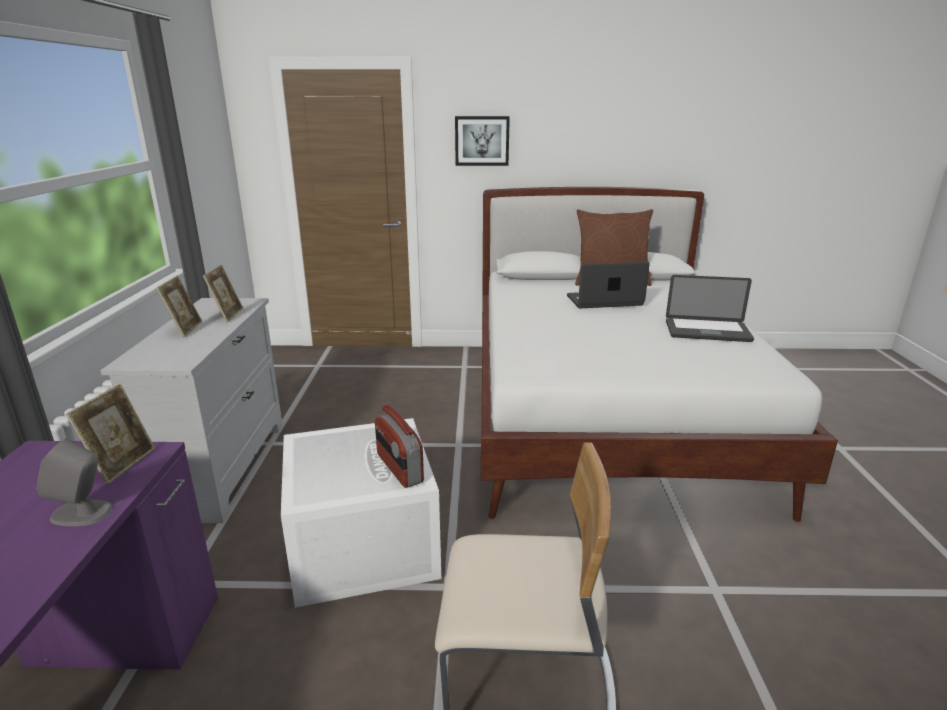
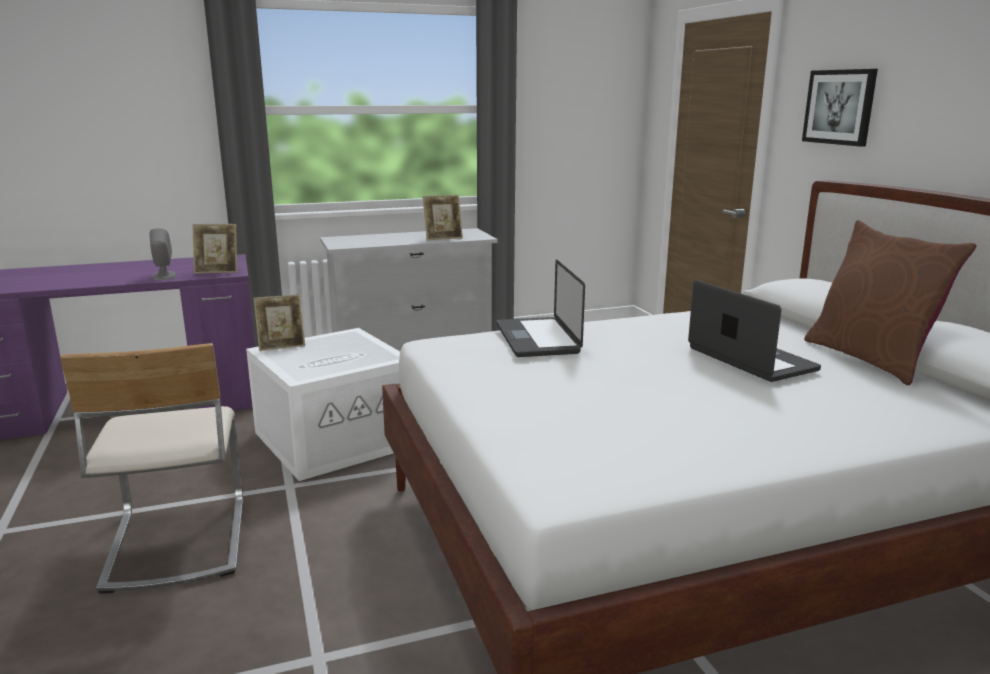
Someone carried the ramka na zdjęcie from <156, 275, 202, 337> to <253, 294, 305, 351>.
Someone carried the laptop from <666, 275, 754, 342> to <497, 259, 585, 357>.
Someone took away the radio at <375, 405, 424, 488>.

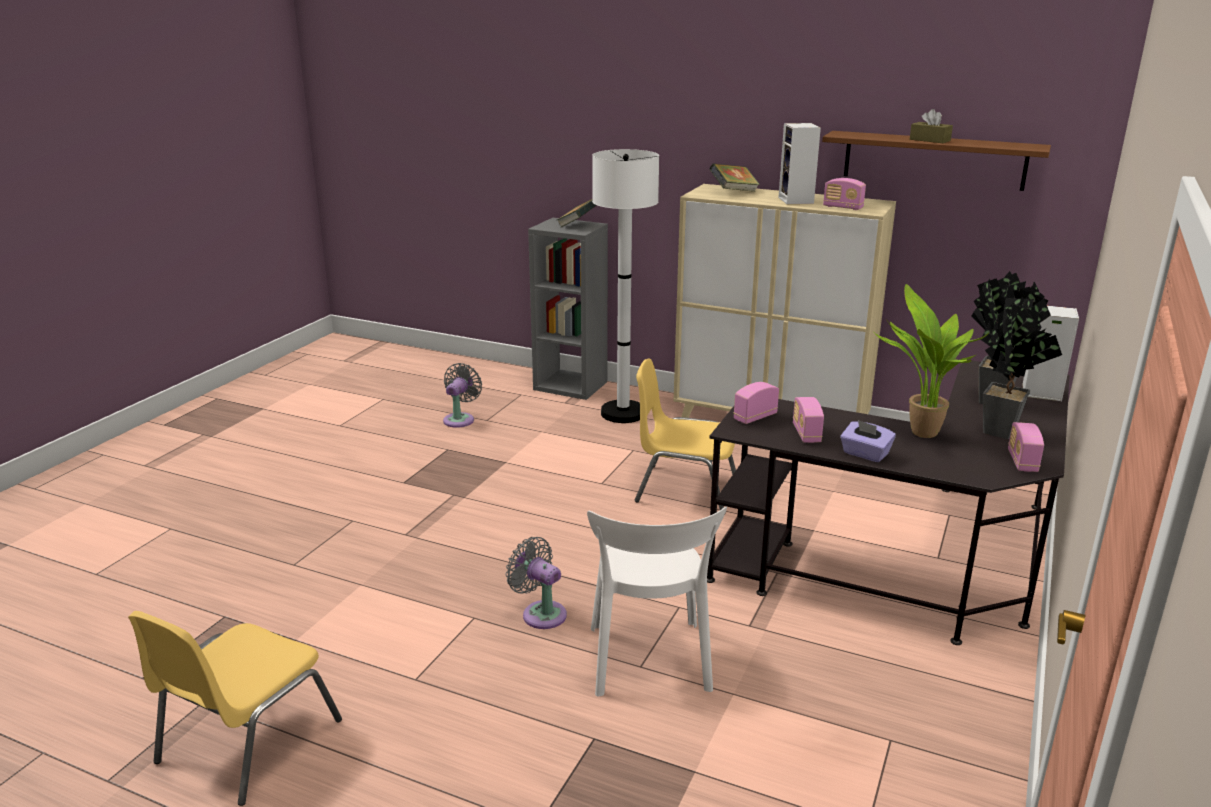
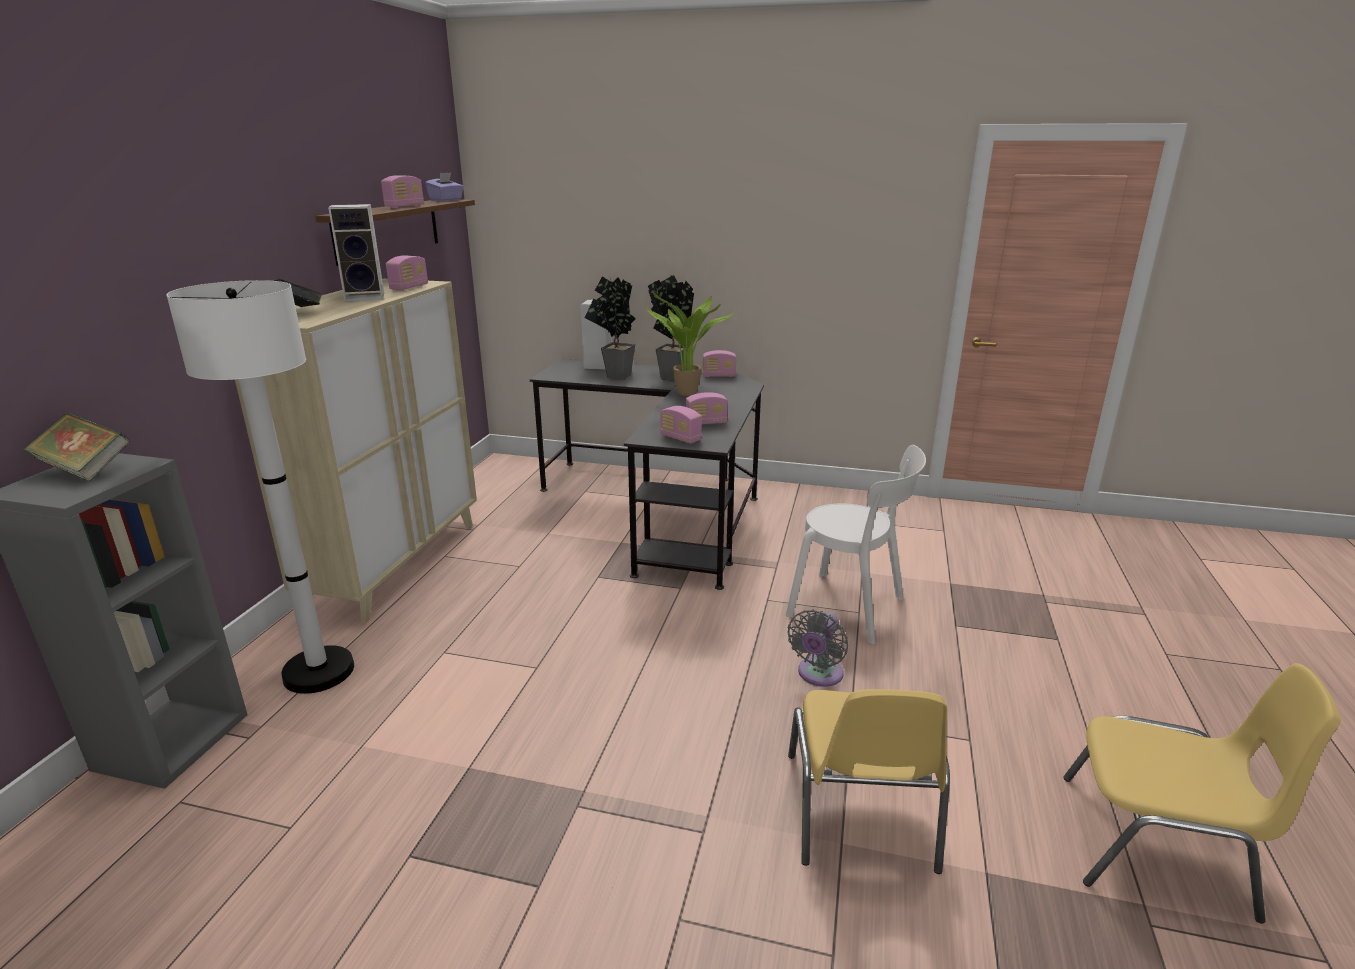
Someone swapped the pudełko chusteczek/brązowy at <910, 109, 953, 143> for the radio at <381, 175, 424, 208>.
Someone carried the pudełko chusteczek/fioletowy from <840, 420, 896, 463> to <425, 173, 464, 201>.
Someone rotated the krzesło/biały at <587, 507, 727, 697> by 45 degrees clockwise.
Someone carried the krzesło/żółty from <635, 358, 736, 514> to <788, 689, 950, 874>.
Someone took away the wentylator/szary at <443, 363, 482, 428>.

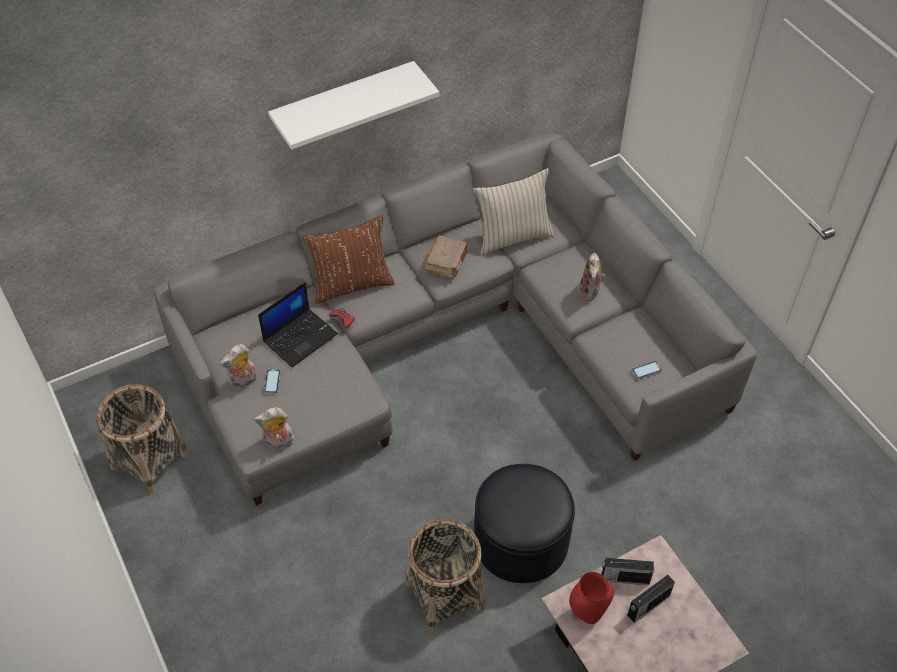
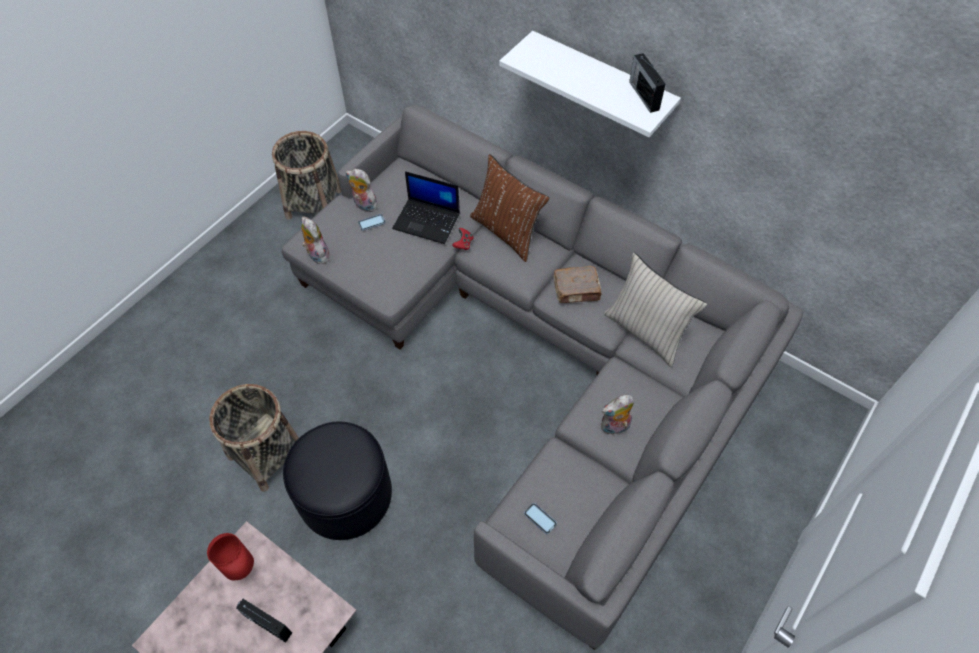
Someone carried the radio from <602, 558, 654, 585> to <629, 53, 666, 113>.

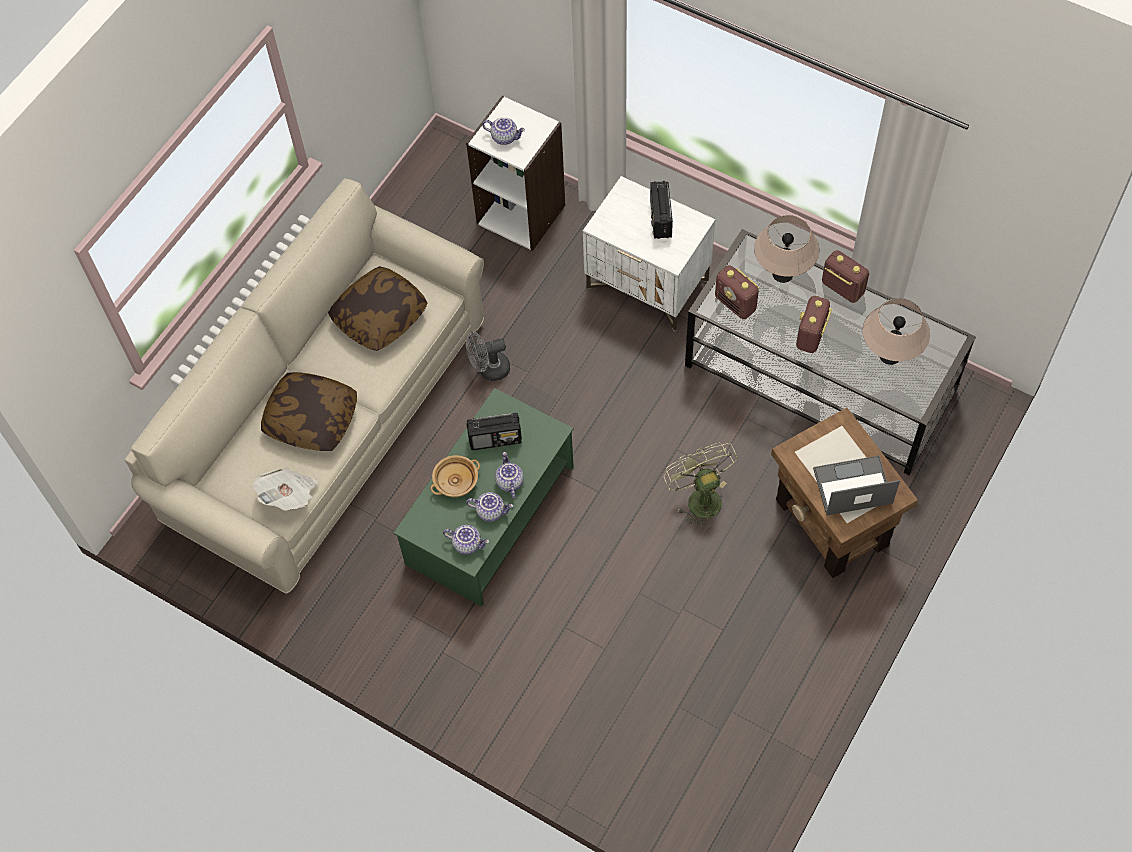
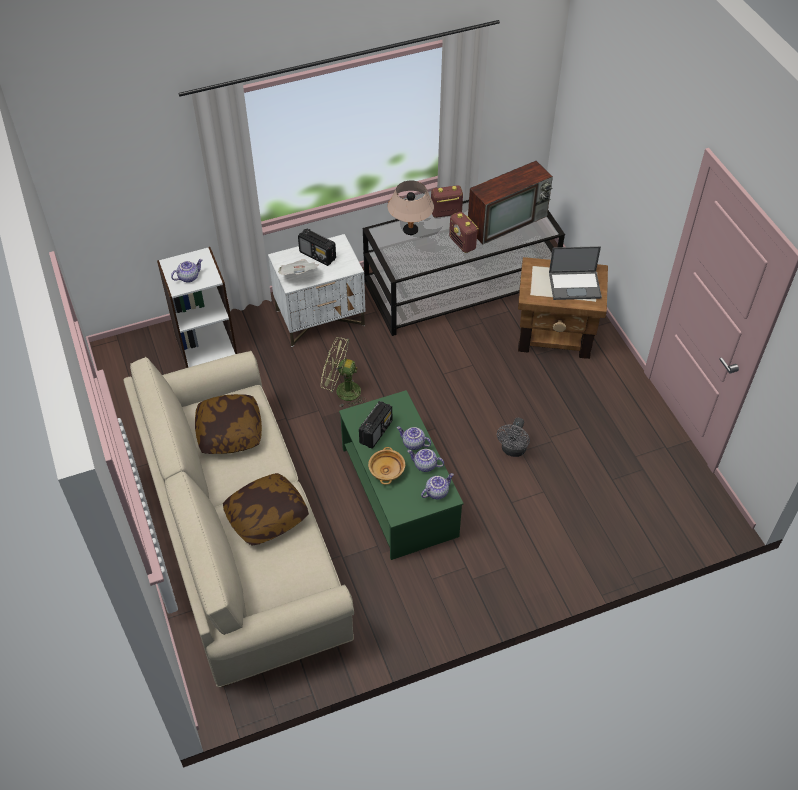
Someone carried the gazeta from <253, 467, 318, 511> to <278, 259, 319, 275>.
Someone carried the wentylator/zielony from <664, 442, 738, 529> to <321, 337, 366, 407>.
Someone rotated the imbryk at <466, 492, 513, 522> by 120 degrees counterclockwise.
Someone swapped the lampa stołowa/beżowy at <863, 298, 930, 365> for the telewizor at <468, 161, 553, 245>.
Someone carried the wentylator/szary from <466, 331, 510, 381> to <497, 418, 530, 457>.
Someone rotated the laptop at <813, 456, 900, 515> by 120 degrees counterclockwise.
Someone took away the radio at <715, 265, 760, 319>.

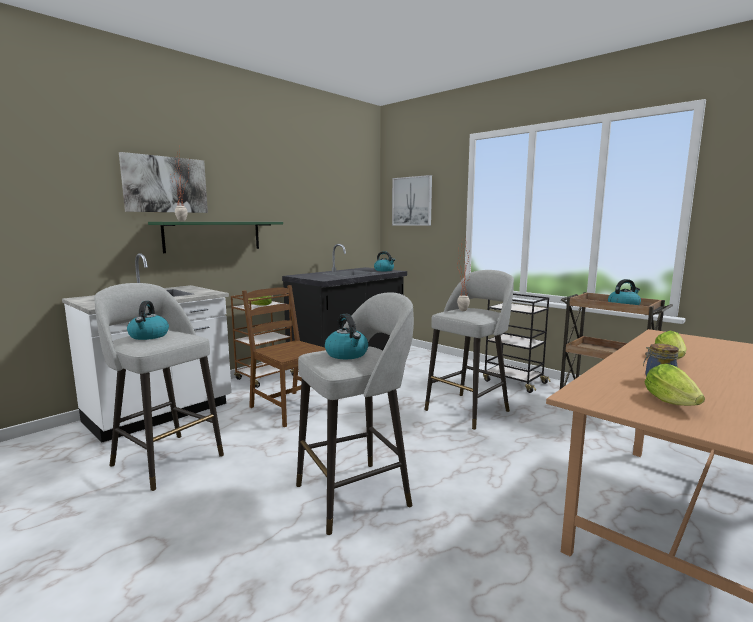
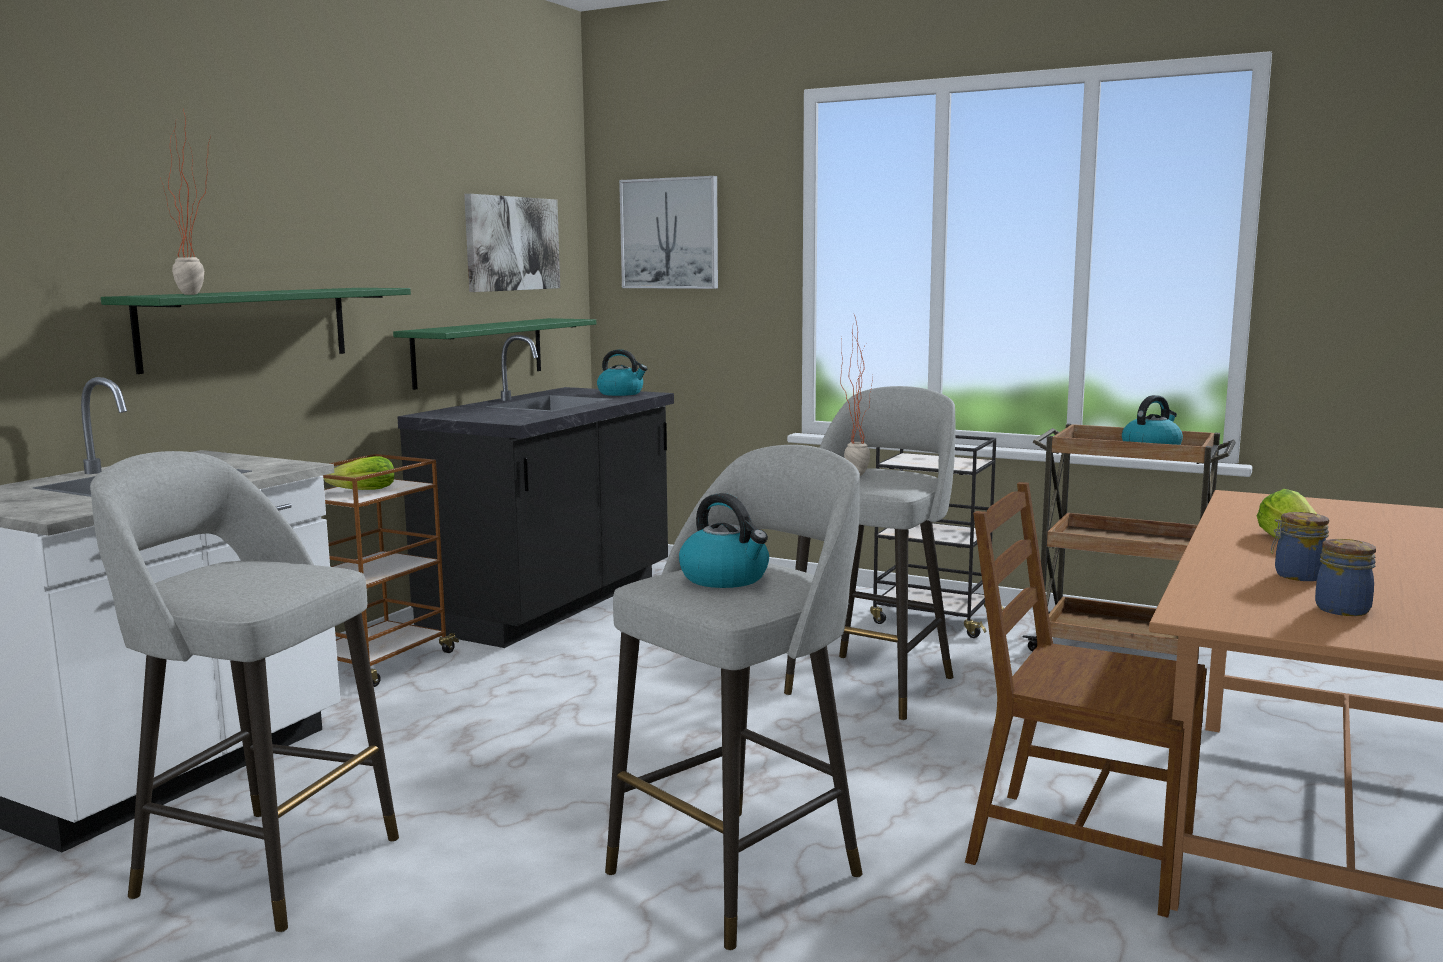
Someone put up the półka/zielony at <393, 318, 596, 390>.
Someone carried the obraz from <119, 152, 208, 213> to <464, 194, 560, 292>.
Someone carried the krzesło/brązowy from <242, 285, 326, 427> to <965, 482, 1207, 918>.
Someone swapped the sałata at <645, 364, 705, 406> for the słoik at <1315, 539, 1376, 616>.
Someone took away the czajnik at <127, 301, 169, 340>.

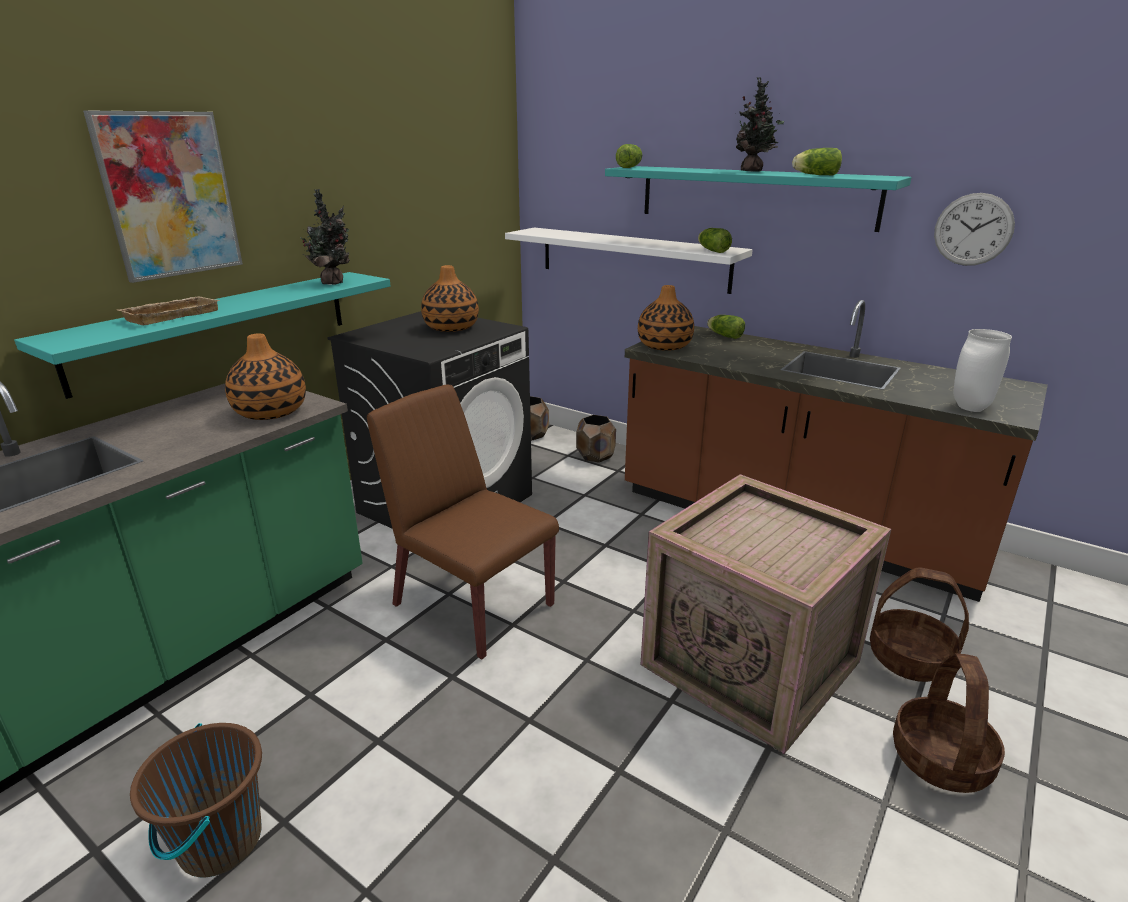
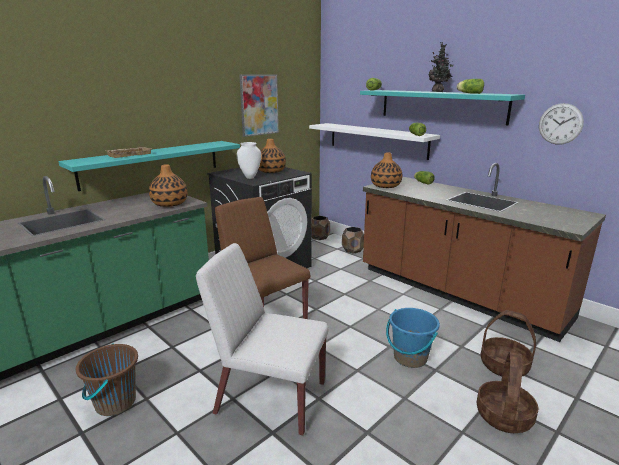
Someone put down the krzesło/biały at <196, 243, 329, 435>.
Someone carried the wazon/biały from <954, 329, 1012, 412> to <237, 142, 261, 179>.
Someone carried the obraz from <83, 110, 243, 283> to <239, 74, 279, 137>.
Someone swapped the skrzynka at <640, 474, 891, 754> for the wiadro/niebieski at <386, 308, 440, 368>.
Someone took away the roślina doniczkowa at <300, 189, 350, 285>.

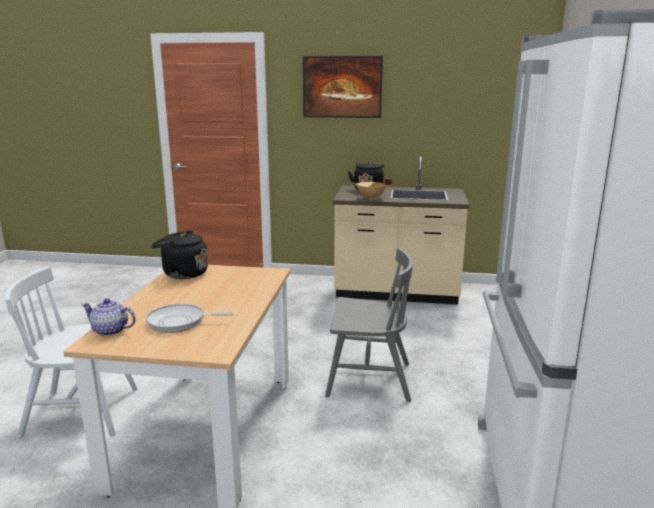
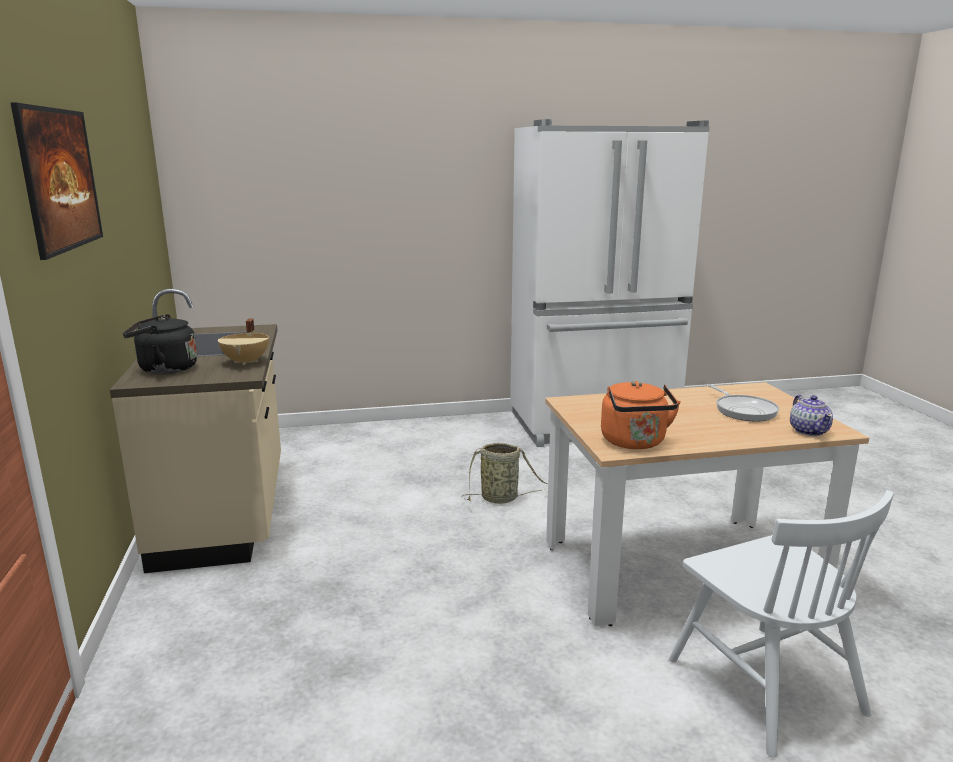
Someone swapped the krzesło/szary at <325, 248, 413, 402> for the koszyk at <462, 443, 547, 504>.
Someone repainted the czajnik/czarny at <151, 230, 208, 279>, which became the czajnik/pomarańczowy at <601, 381, 681, 449>.

